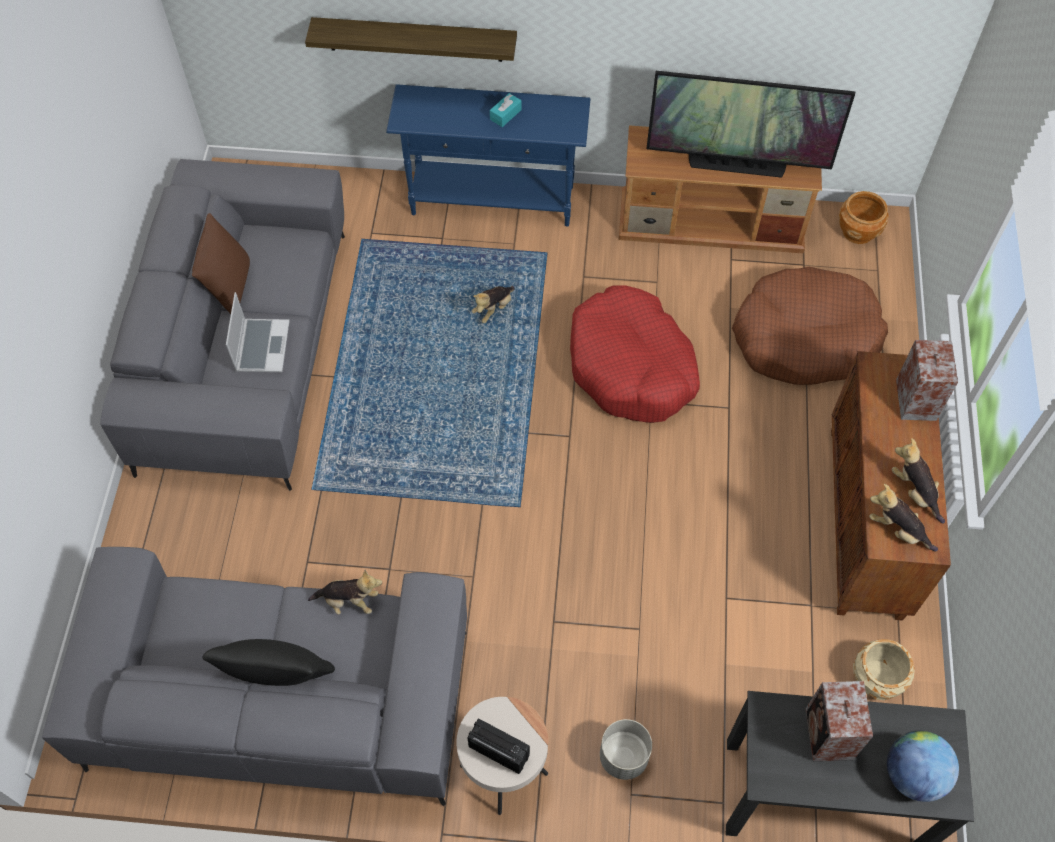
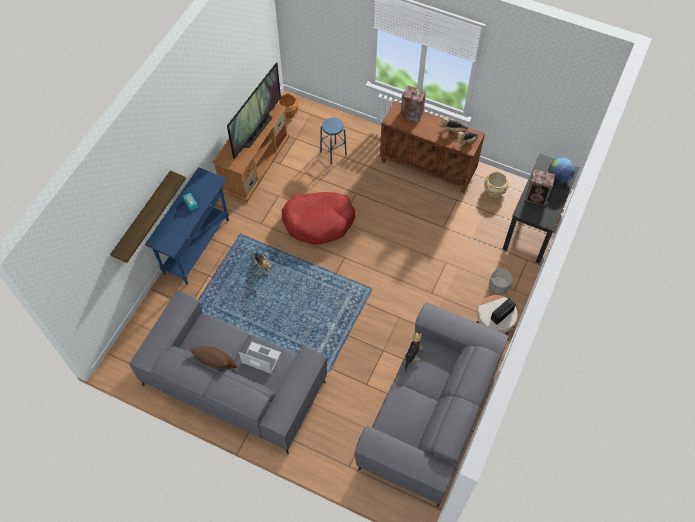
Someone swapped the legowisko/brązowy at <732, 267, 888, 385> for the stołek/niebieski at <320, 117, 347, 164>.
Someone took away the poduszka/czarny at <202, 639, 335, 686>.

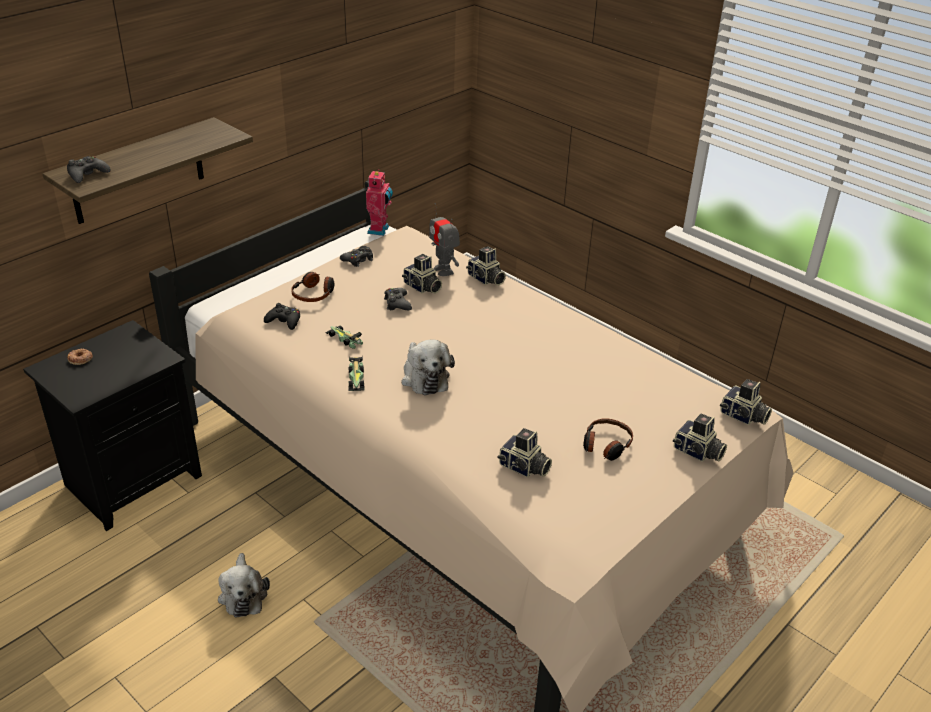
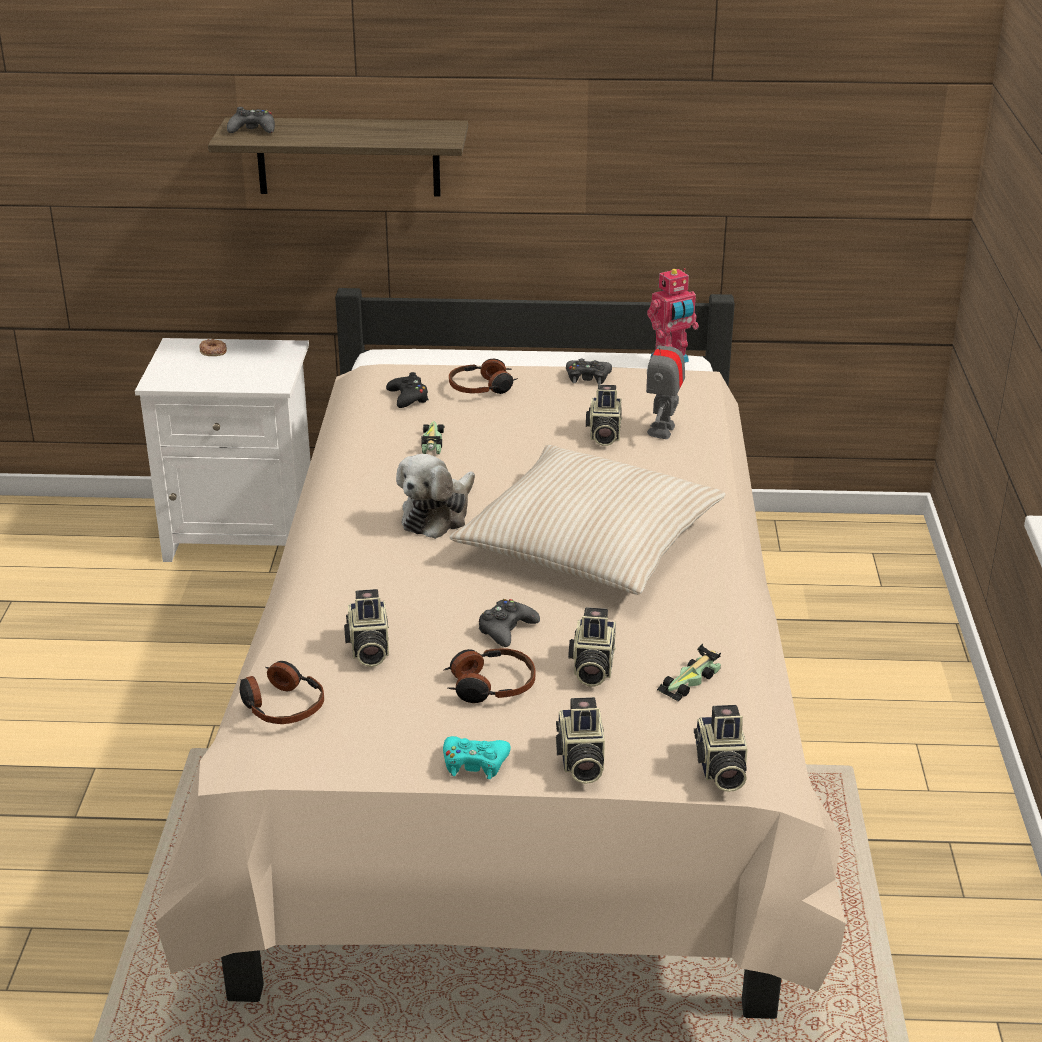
Someone repainted the szafka nocna/czarny at <23, 320, 202, 531>, which became the szafka nocna/biały at <135, 338, 311, 562>.
Someone put down the słuchawki at <240, 661, 324, 724>.
Someone put down the pad do gier/turkusowy at <443, 736, 511, 779>.
Someone put down the poduszka/beżowy at <449, 445, 726, 595>.
Someone carried the pad do gier/czarny from <384, 288, 412, 310> to <479, 599, 540, 647>.
Someone carried the aparat fotograficzny from <466, 246, 506, 285> to <568, 607, 616, 686>.
Someone carried the samochodzik from <348, 356, 365, 391> to <657, 644, 721, 701>.
Someone took away the pluszak at <218, 553, 270, 618>.

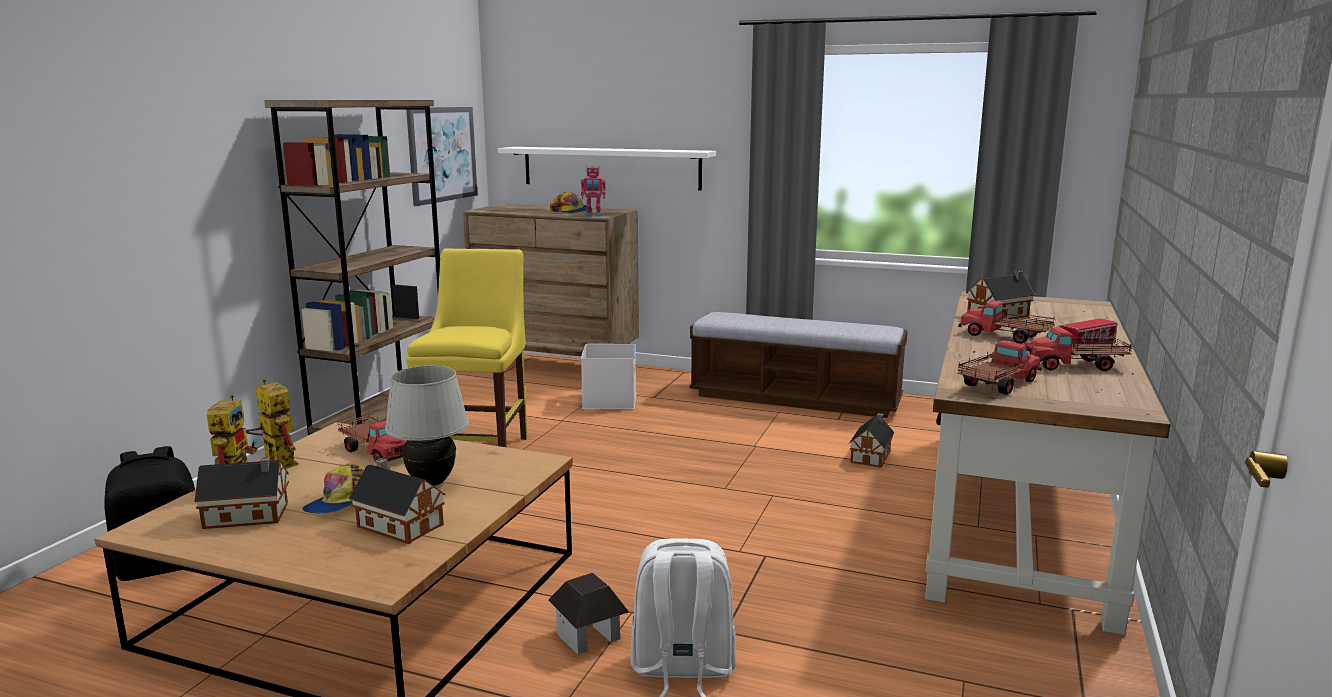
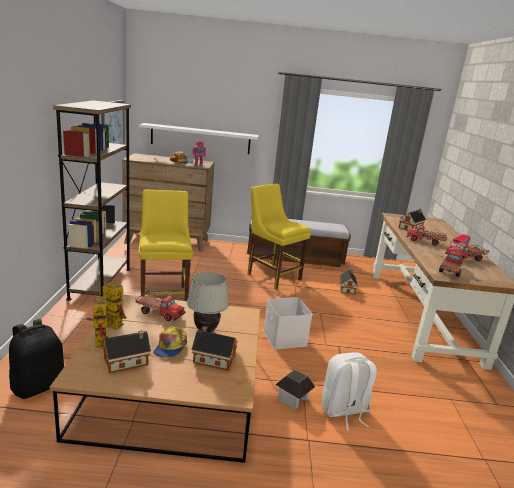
Someone put down the krzesło/żółty at <248, 184, 311, 289>.
Someone carried the pojemnik do przechowywania/biały from <581, 344, 636, 409> to <263, 297, 313, 350>.

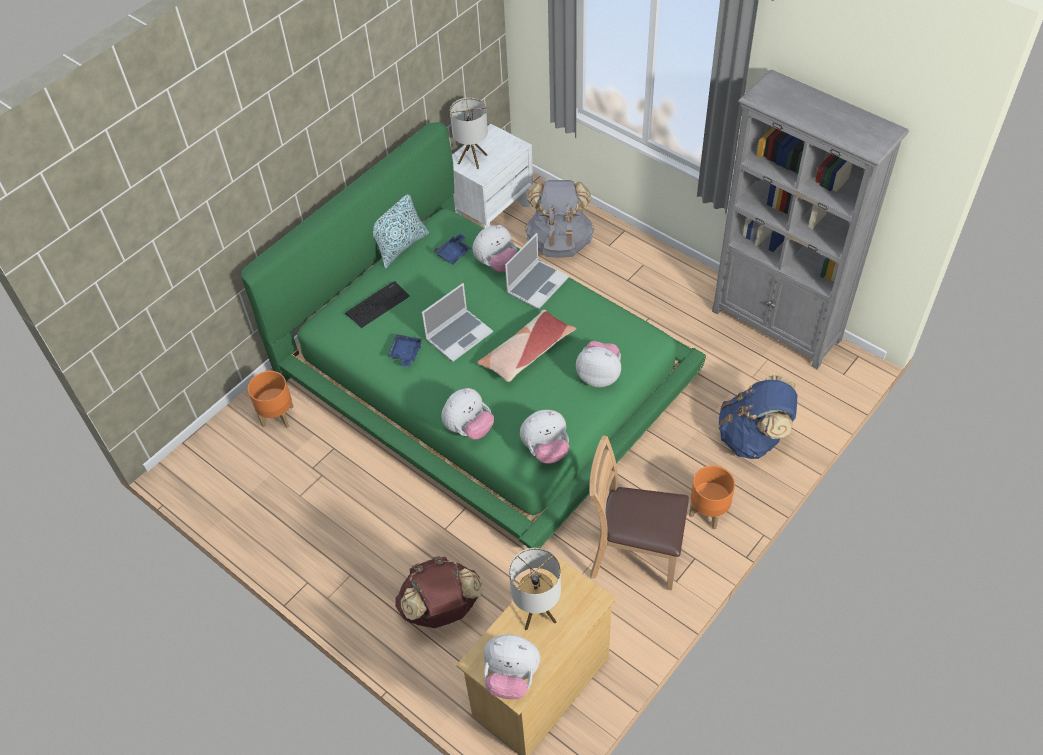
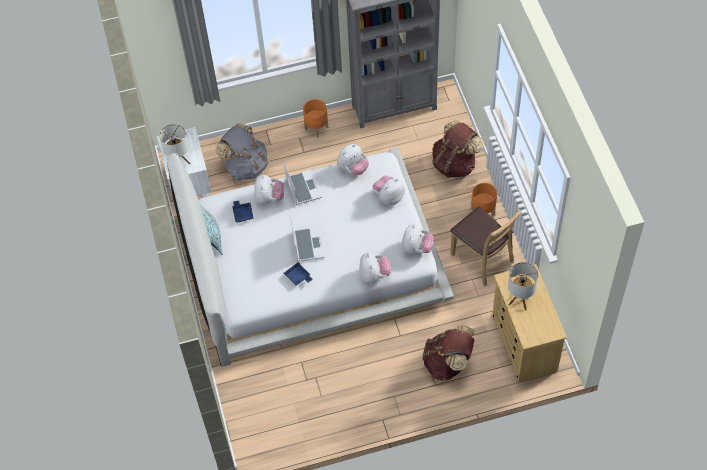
Someone repainted the łóżko/zielony at <241, 122, 706, 548>, which became the łóżko/biały at <167, 148, 454, 367>.
Someone carried the donica/pomarańczowy from <248, 371, 294, 428> to <303, 99, 328, 138>.
Someone carried the pluszak from <484, 634, 540, 699> to <337, 144, 369, 175>.
Someone repainted the plecak/niebieski at <718, 375, 797, 459>, which became the plecak/brązowy at <432, 120, 483, 178>.
Someone rotated the krzesło/brązowy at <589, 435, 689, 590> by 90 degrees counterclockwise.
Someone took away the klawiatura at <345, 281, 410, 328>.
Someone took away the poduszka at <477, 310, 576, 382>.

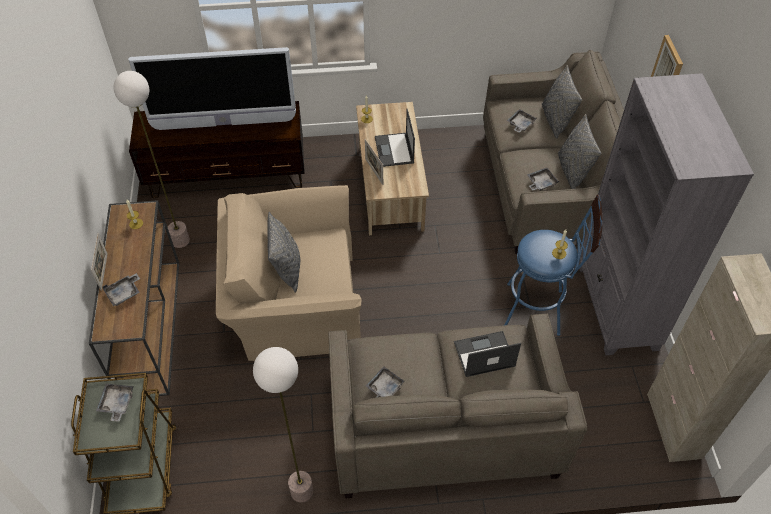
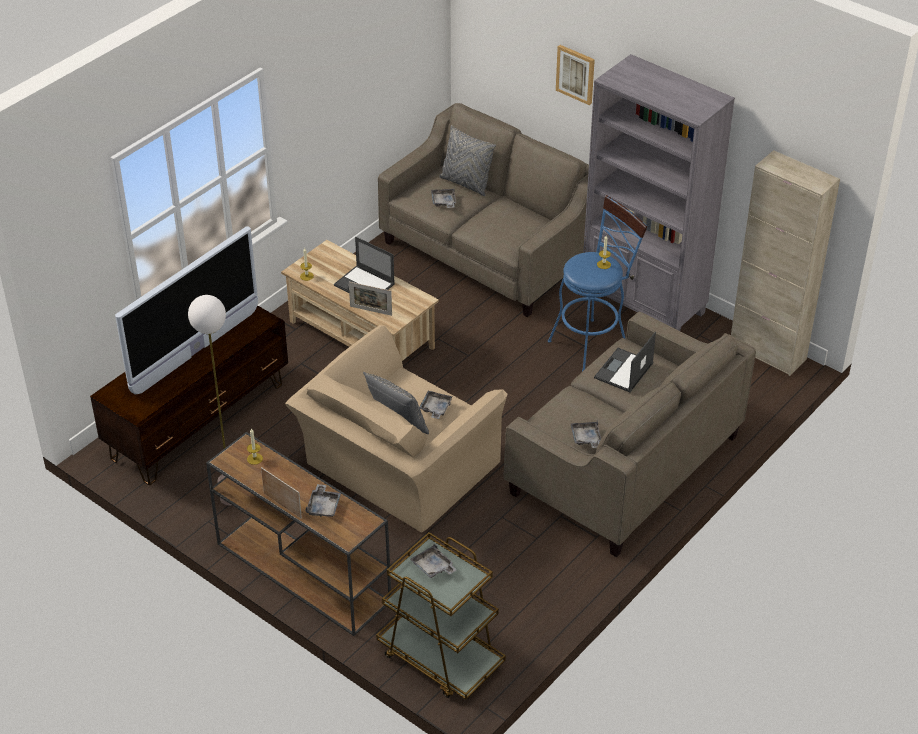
Someone carried the taca/szary from <527, 168, 560, 191> to <419, 391, 453, 419>.
Someone took away the lampa stojąca at <253, 347, 313, 502>.
Someone took away the poduszka/szary at <558, 114, 602, 189>.

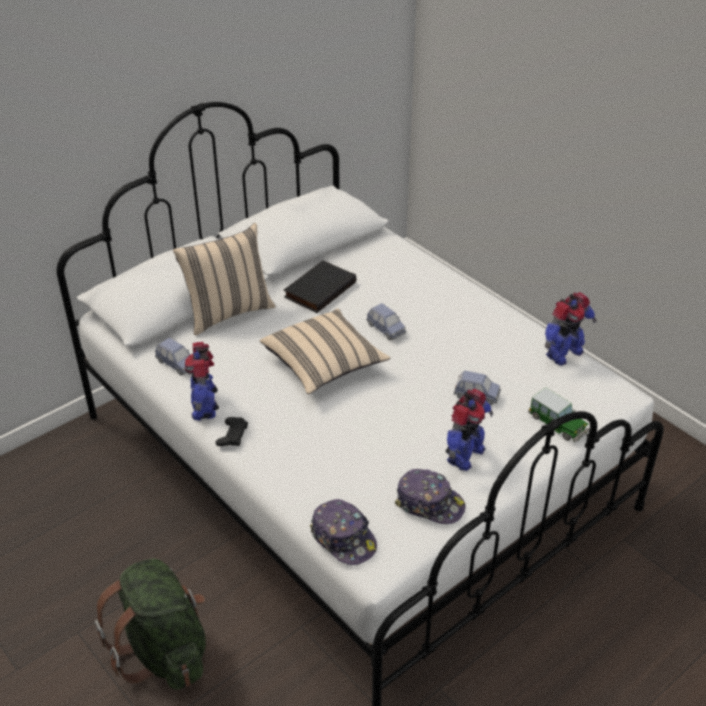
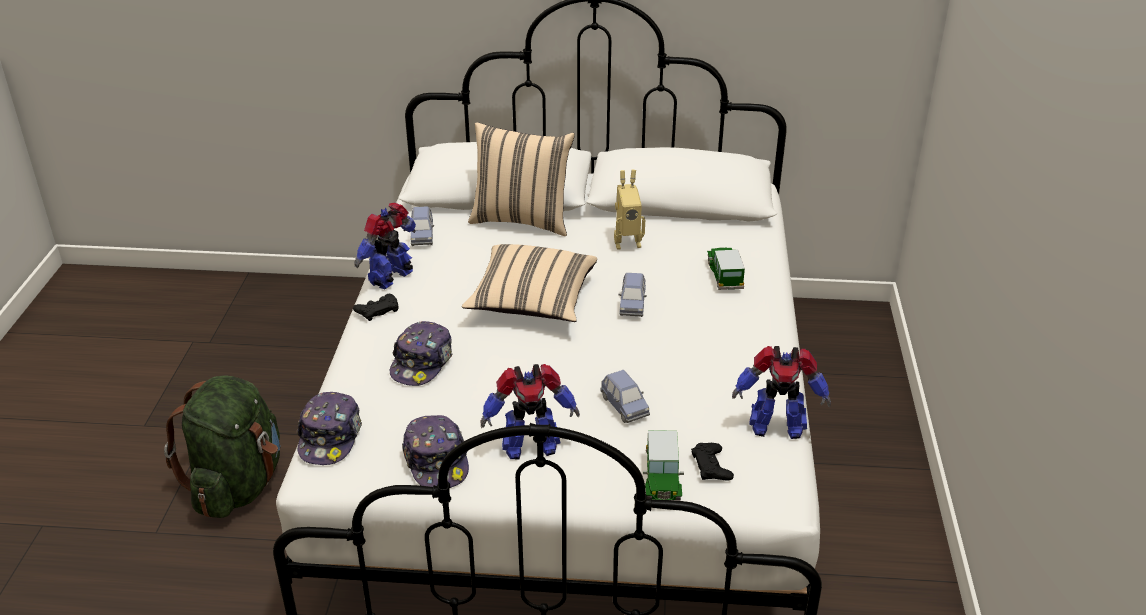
Someone put down the czapka z daszkiem at <390, 321, 452, 386>.
Someone swapped the książka/czarny at <284, 260, 356, 313> for the robot zabawkowy at <614, 170, 645, 250>.
Someone put down the pad do gier/czarny at <691, 443, 734, 481>.
Someone put down the samochodzik at <707, 247, 745, 290>.

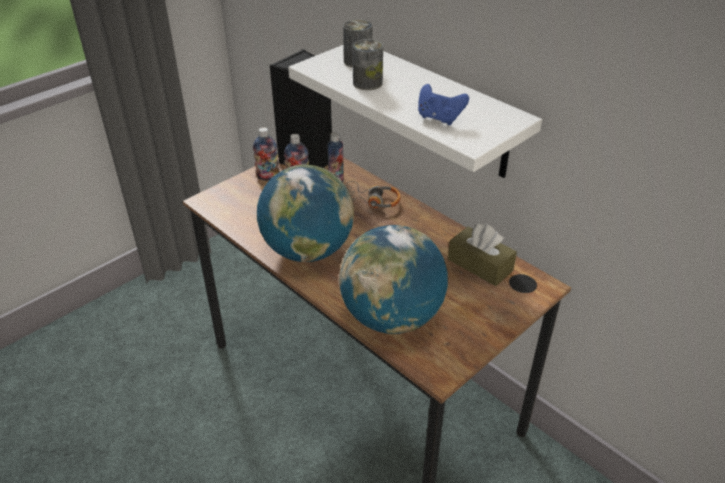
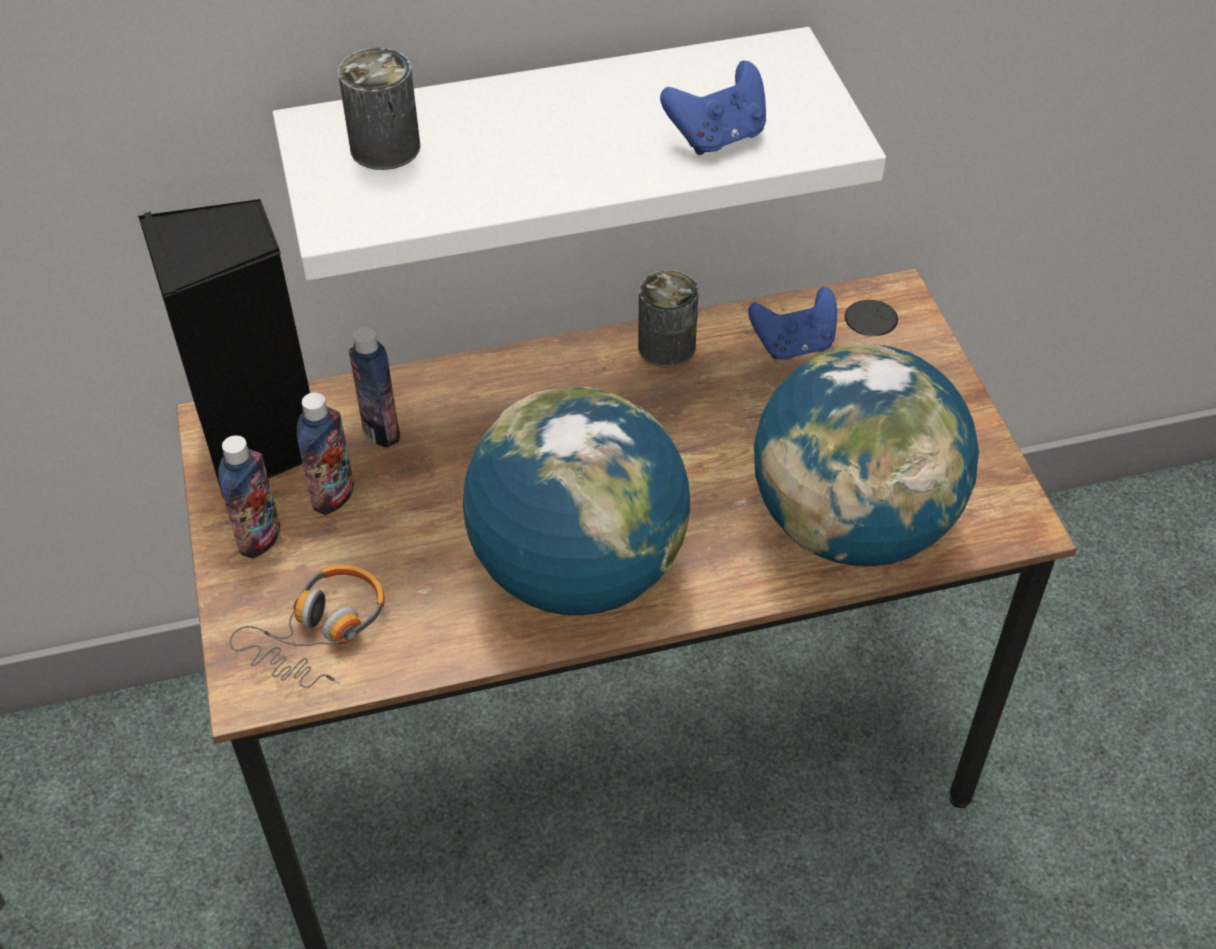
Someone carried the słuchawki from <346, 181, 400, 208> to <230, 565, 385, 688>.
Someone carried the puszka from <353, 39, 383, 90> to <638, 270, 698, 367>.
Someone swapped the pudełko chusteczek/brązowy at <448, 224, 517, 286> for the pad do gier/niebieski at <748, 287, 837, 360>.

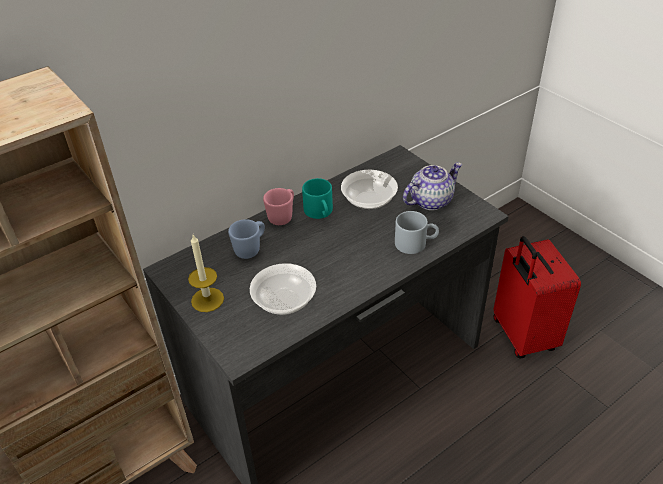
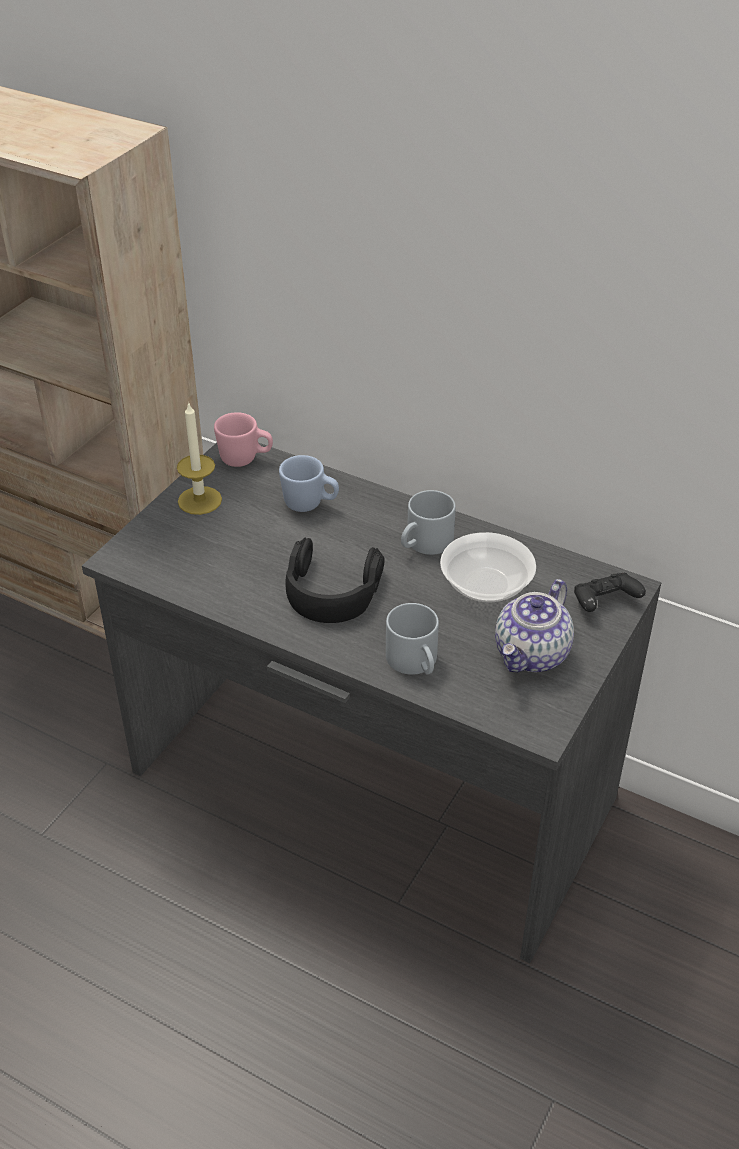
Someone carried the kubek/różowy from <263, 188, 294, 225> to <214, 412, 273, 467>.
Someone put down the słuchawki/czarny at <285, 538, 385, 623>.
Someone repainted the kubek/turkusowy at <302, 178, 333, 219>, which became the kubek/szary at <401, 490, 456, 555>.
Someone rotated the imbryk at <403, 162, 462, 210> by 90 degrees clockwise.
Someone put down the pad do gier/czarny at <574, 573, 646, 612>.
Someone took away the miska at <250, 263, 316, 315>.
Someone took away the walizka/czerwony at <494, 236, 581, 358>.

